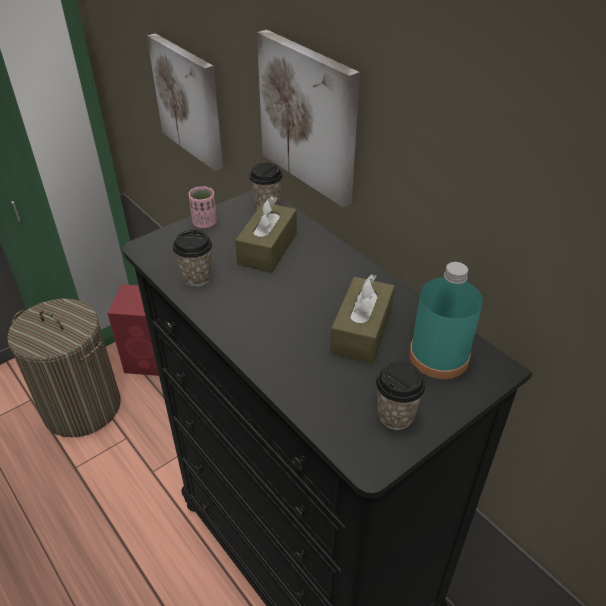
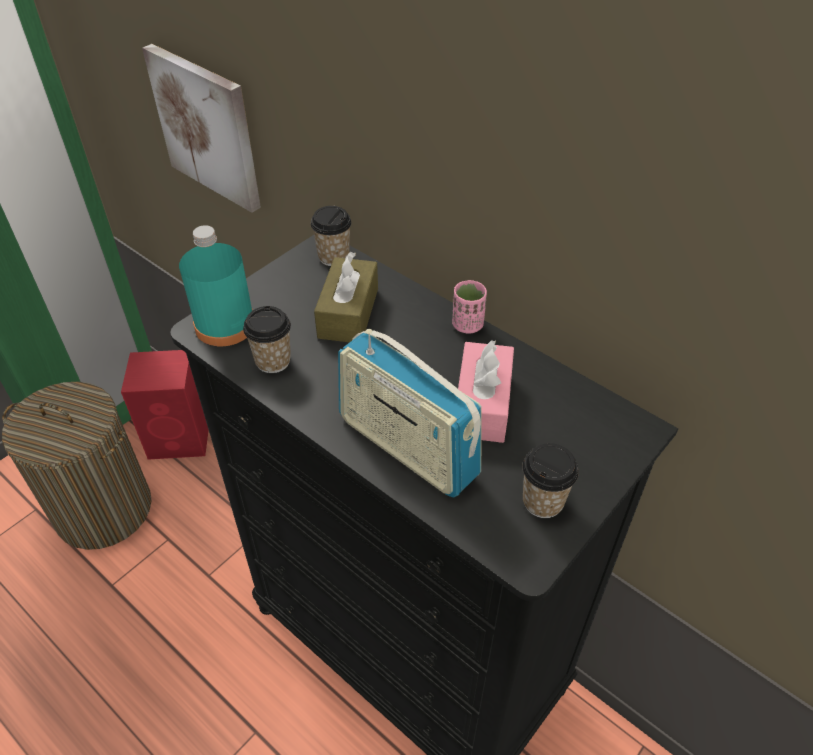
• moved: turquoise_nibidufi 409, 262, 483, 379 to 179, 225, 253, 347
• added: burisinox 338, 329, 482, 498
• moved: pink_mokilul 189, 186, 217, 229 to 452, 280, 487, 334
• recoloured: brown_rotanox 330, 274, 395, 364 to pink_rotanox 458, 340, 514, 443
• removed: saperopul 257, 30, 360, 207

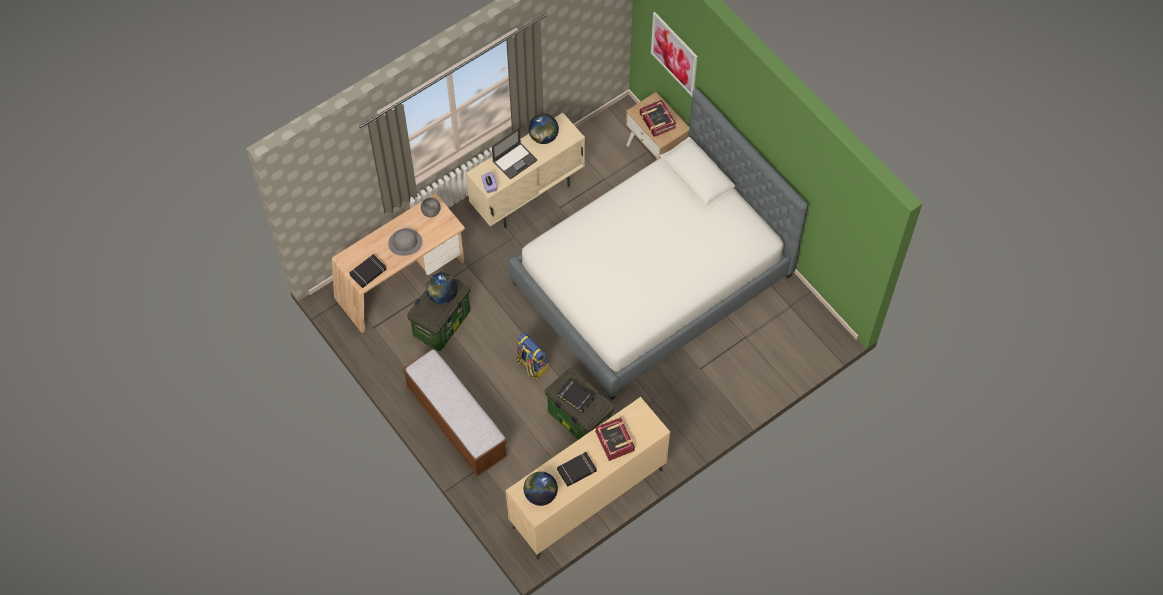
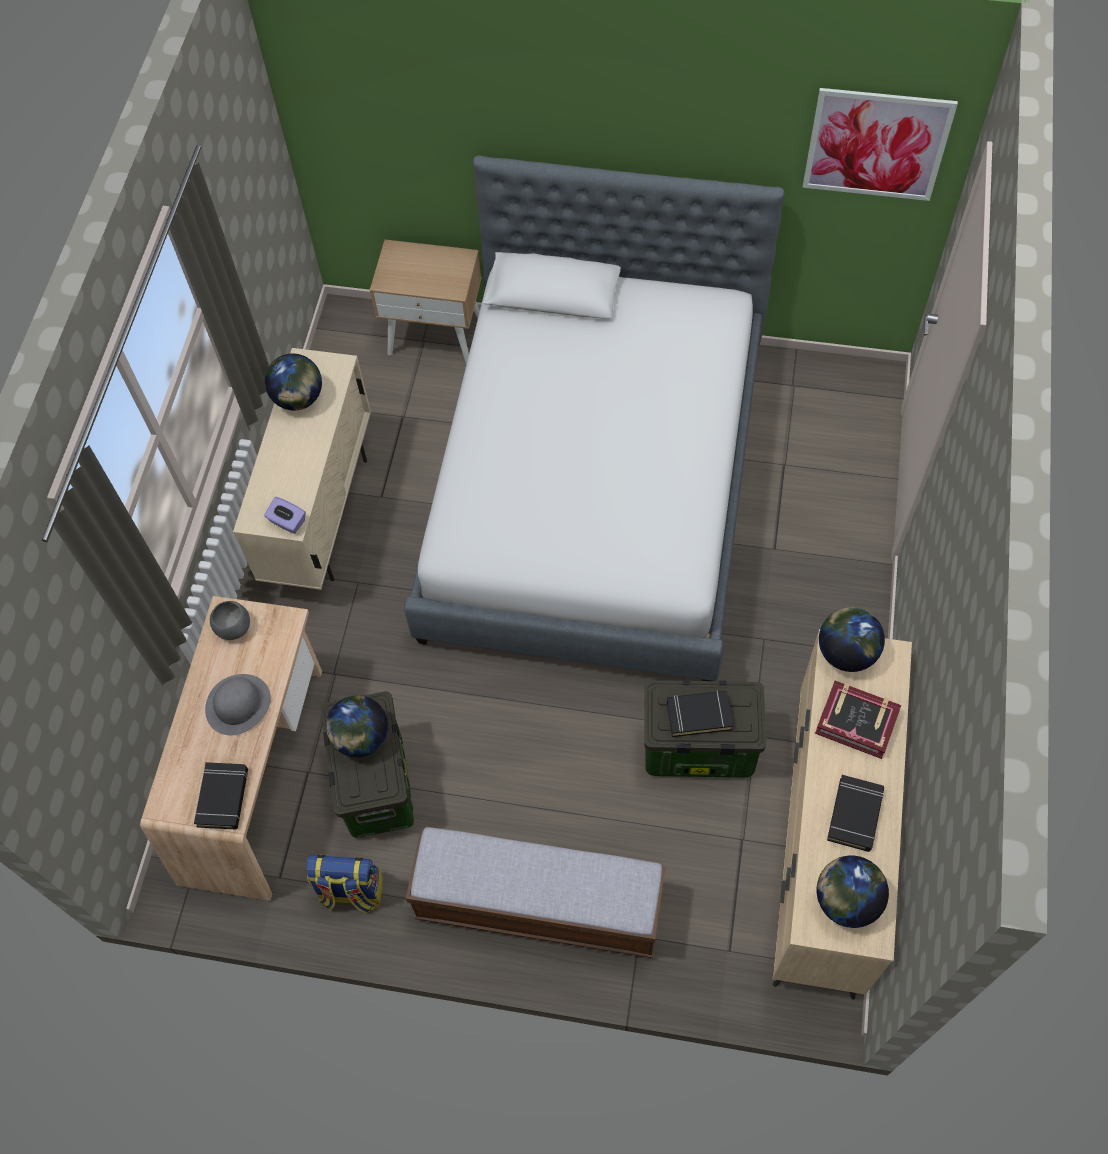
• moved: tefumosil 516, 332, 549, 379 to 306, 854, 383, 913
• moved: saperopul 651, 12, 698, 97 to 803, 88, 958, 201
• added: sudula 819, 607, 885, 672
• removed: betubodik 492, 128, 537, 180
• removed: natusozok 640, 100, 676, 137

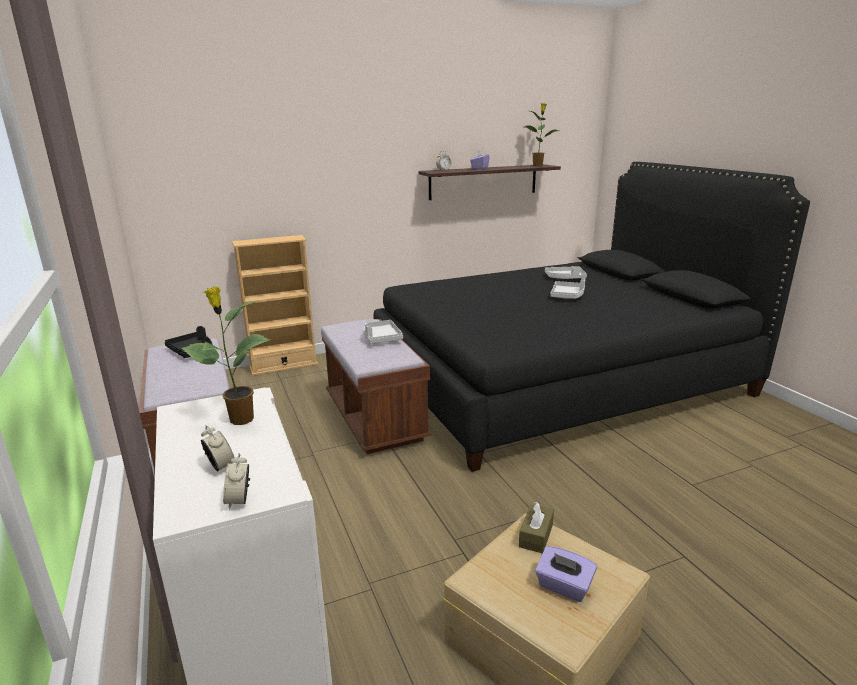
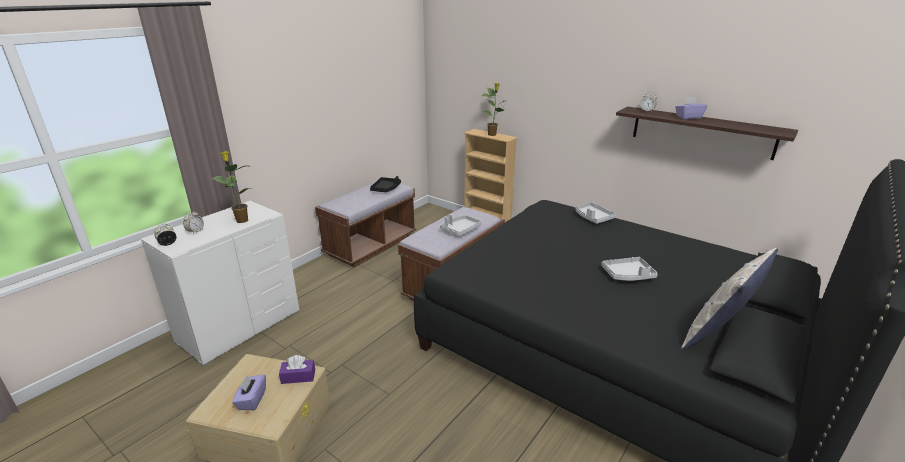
• recoloured: brown_rotanox 519, 502, 554, 554 to purple_rotanox 279, 355, 315, 384
• moved: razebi 524, 103, 558, 167 to 482, 83, 505, 136
• moved: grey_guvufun 545, 266, 587, 279 to 575, 202, 616, 224
• added: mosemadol 681, 248, 778, 350

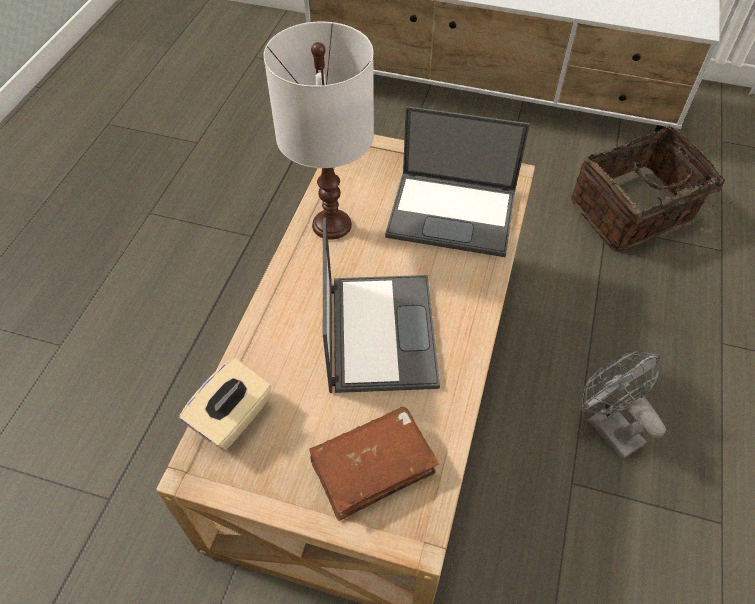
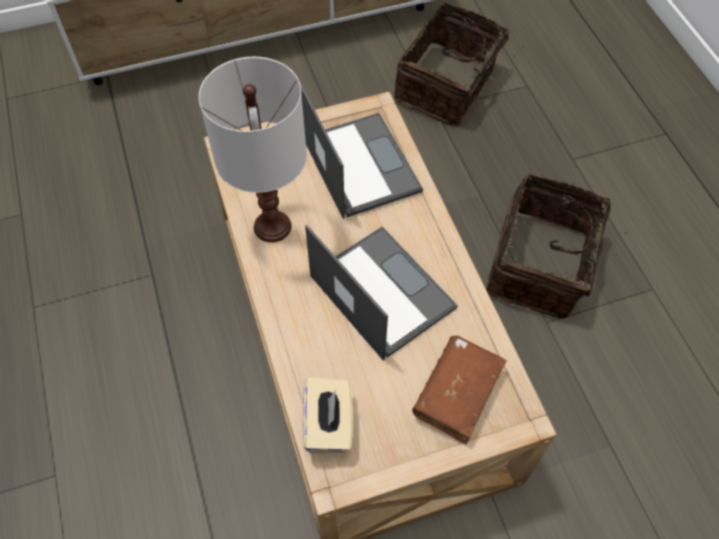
• turned: betubodik 385, 106, 530, 257 = 300, 82, 423, 219 90 degrees counterclockwise
• replaced: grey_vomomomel 581, 351, 666, 459 to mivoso 486, 174, 631, 319

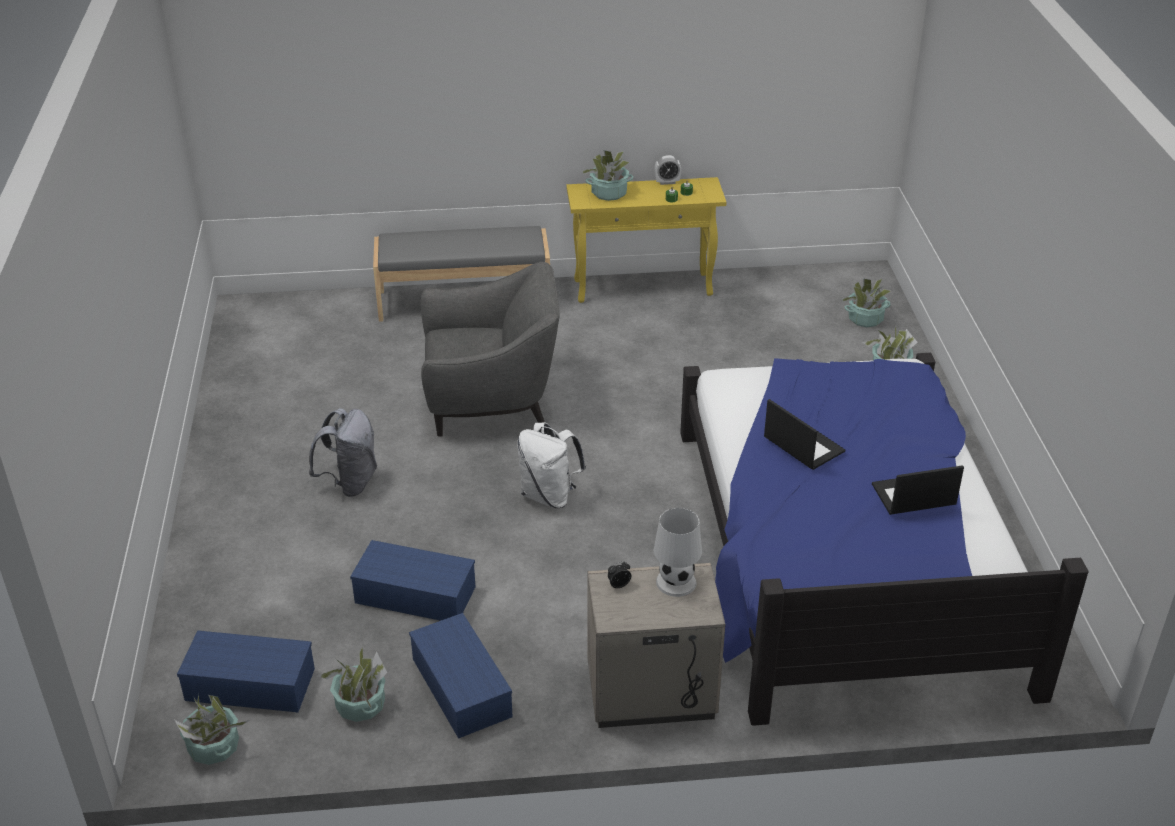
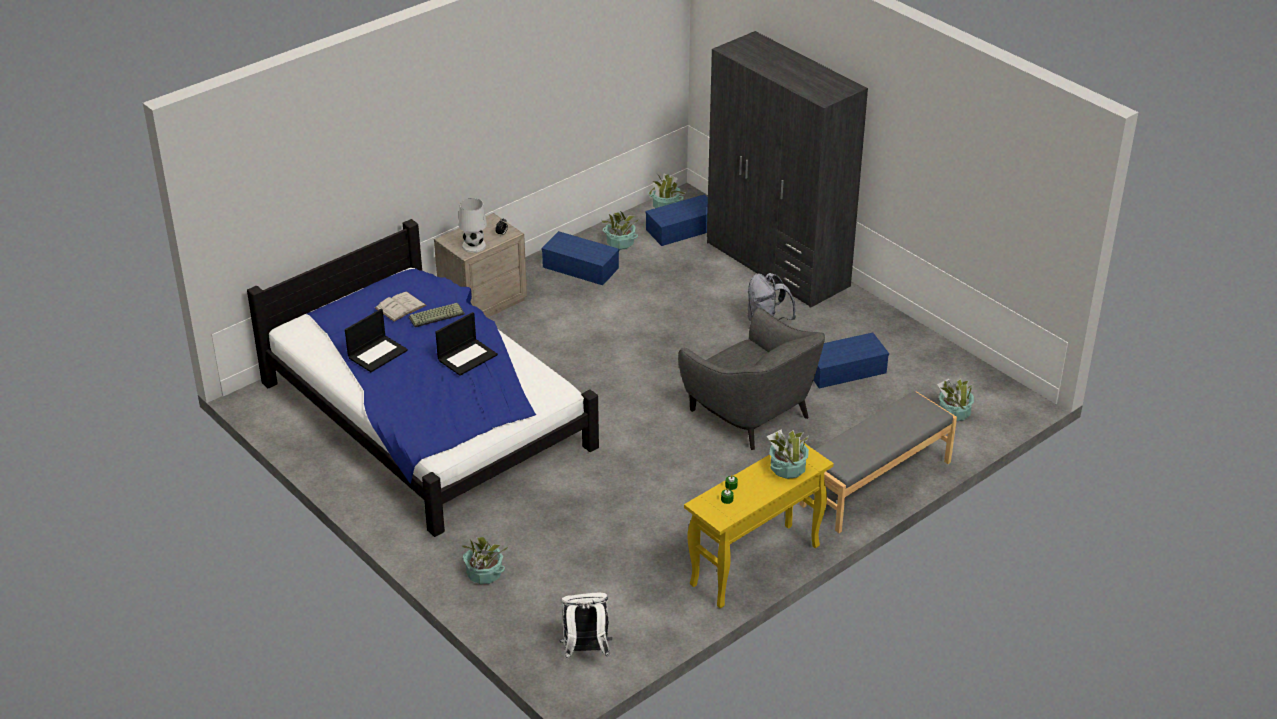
• added: white_natusozok 375, 291, 427, 322
• added: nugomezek 409, 303, 465, 327
• turned: betubodik 764, 399, 845, 470 = 435, 312, 498, 376 60 degrees counterclockwise
• moved: white_tefumosil 517, 422, 586, 508 to 559, 593, 612, 659
• turned: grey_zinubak 420, 262, 560, 437 = 678, 308, 825, 450 90 degrees counterclockwise
• added: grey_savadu 707, 31, 868, 308
• moved: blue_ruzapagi 350, 540, 475, 621 to 813, 332, 889, 388
• moved: razebi 842, 278, 891, 327 to 937, 378, 974, 421
• removed: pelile 654, 155, 681, 185

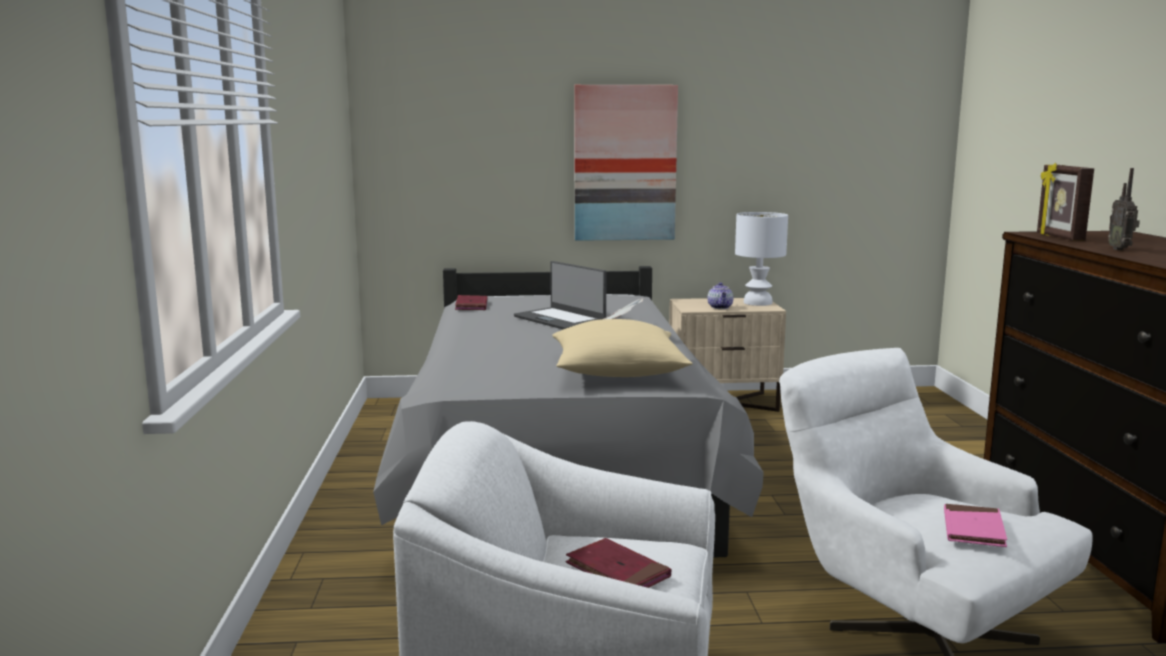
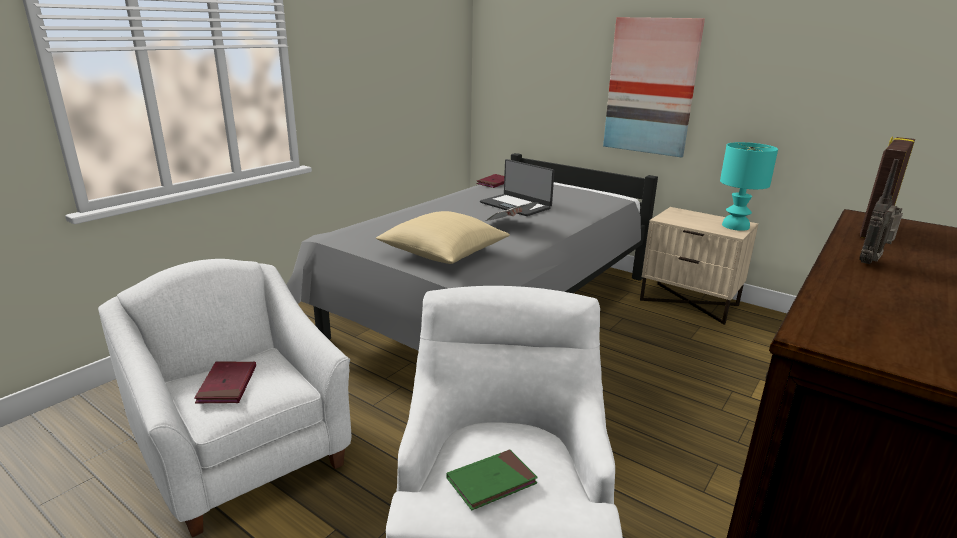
• recoloured: pink_natusozok 944, 504, 1007, 547 to green_natusozok 447, 450, 538, 510
• turned: betubodik 514, 261, 606, 329 = 480, 159, 555, 216 45 degrees counterclockwise
• recoloured: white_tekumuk 735, 212, 788, 306 to turquoise_tekumuk 720, 142, 778, 231
• removed: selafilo 707, 282, 733, 309

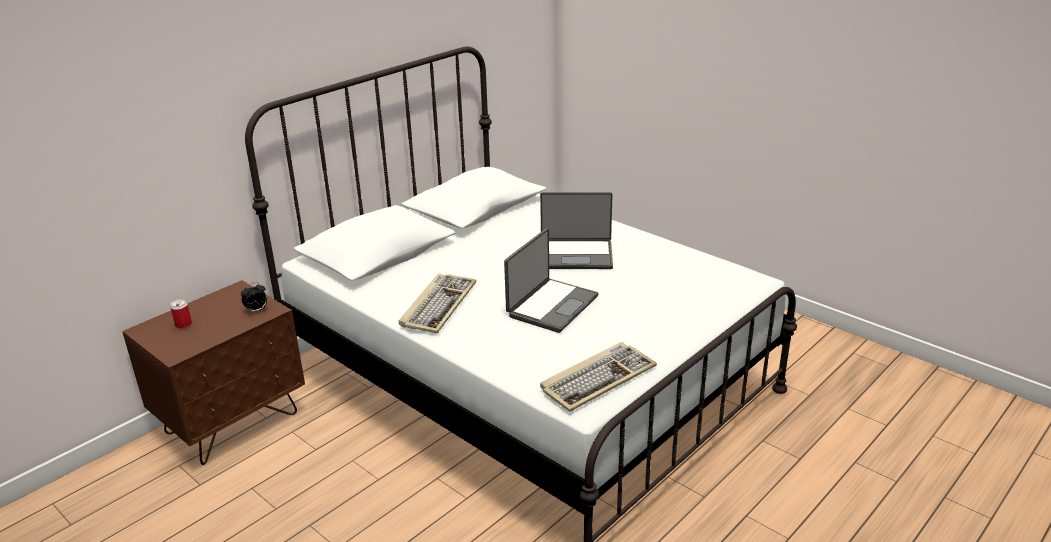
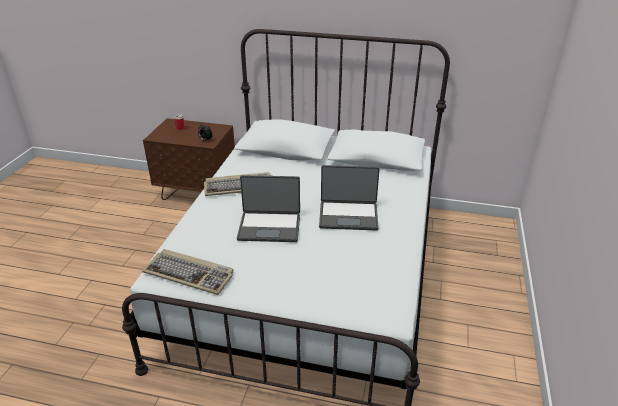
• turned: betubodik 540, 192, 613, 269 = 319, 165, 380, 230 60 degrees counterclockwise

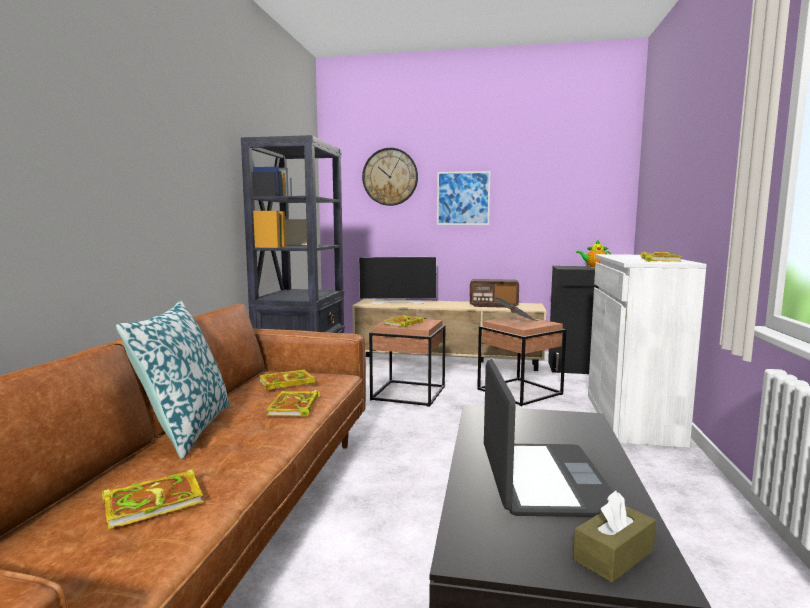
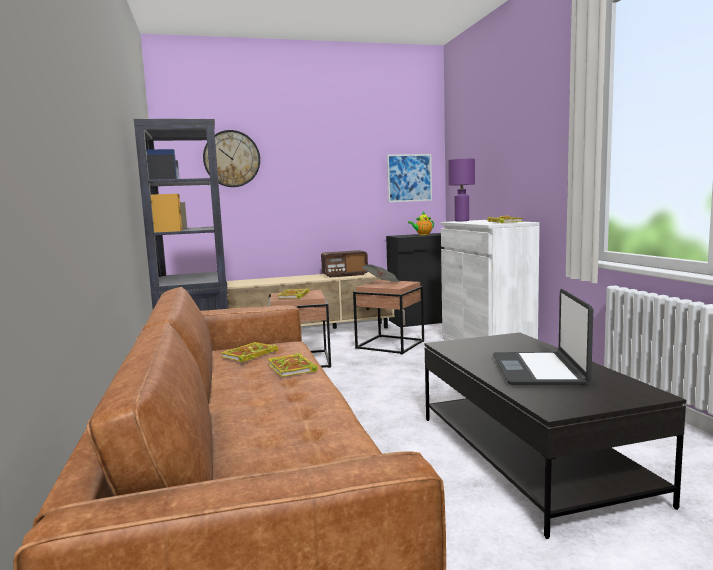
• moved: saperopul 437, 171, 491, 225 to 387, 154, 432, 202
• added: purple_tekumuk 448, 159, 475, 221
• turned: betubodik 484, 359, 613, 517 = 493, 289, 593, 385 150 degrees counterclockwise
• removed: natusozok 102, 468, 203, 529
• removed: mosemadol 116, 301, 230, 459
• removed: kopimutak 359, 257, 437, 304
• removed: brown_rotanox 573, 491, 656, 583

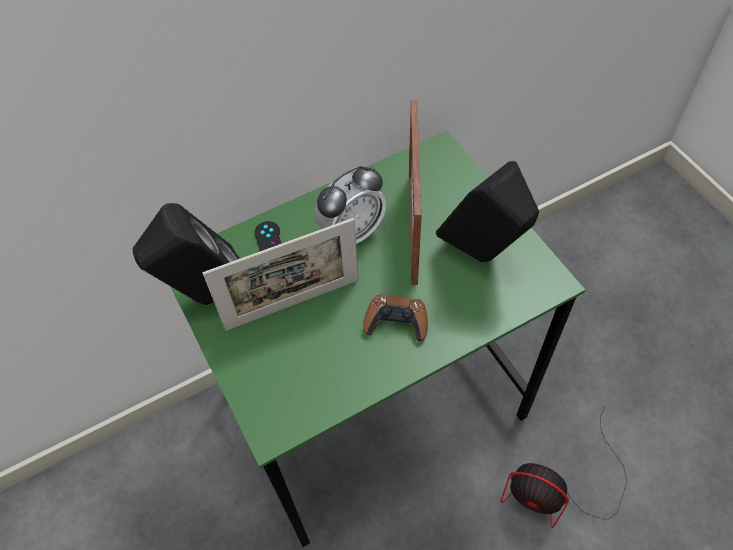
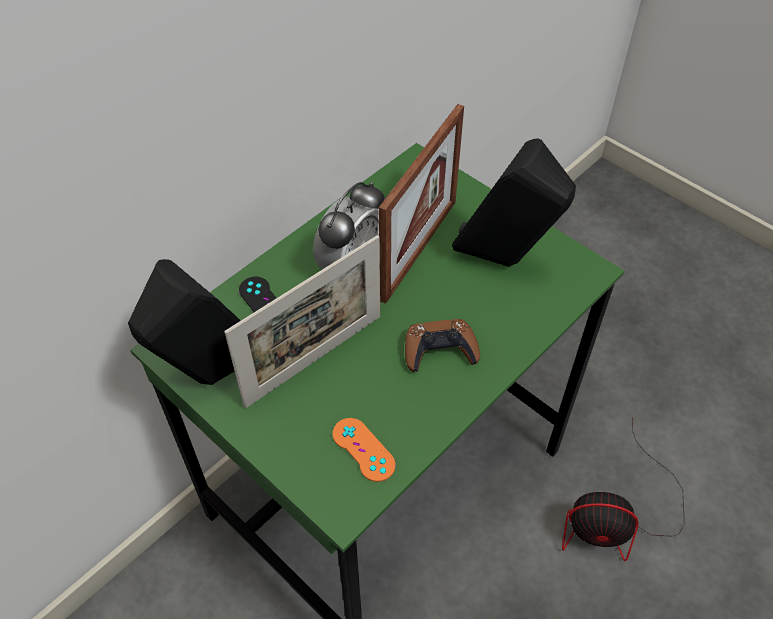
• added: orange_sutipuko 332, 418, 396, 482
• turned: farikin 409, 100, 422, 285 = 379, 104, 464, 304 135 degrees counterclockwise

